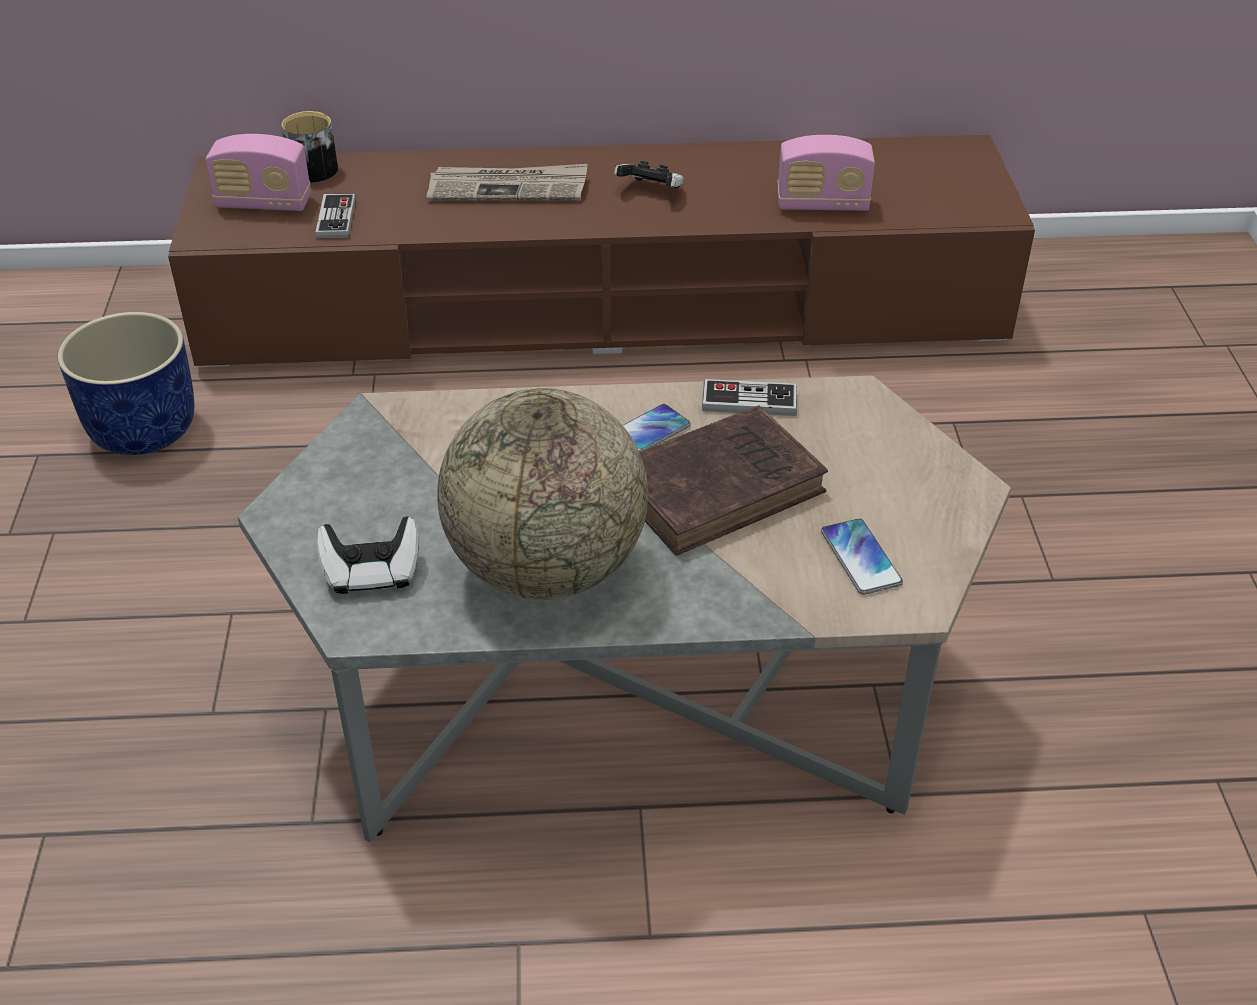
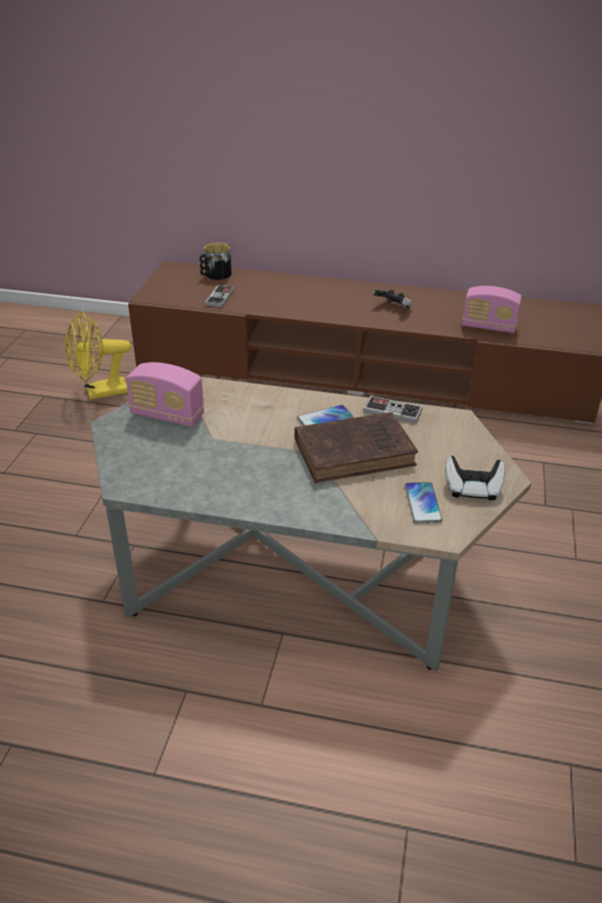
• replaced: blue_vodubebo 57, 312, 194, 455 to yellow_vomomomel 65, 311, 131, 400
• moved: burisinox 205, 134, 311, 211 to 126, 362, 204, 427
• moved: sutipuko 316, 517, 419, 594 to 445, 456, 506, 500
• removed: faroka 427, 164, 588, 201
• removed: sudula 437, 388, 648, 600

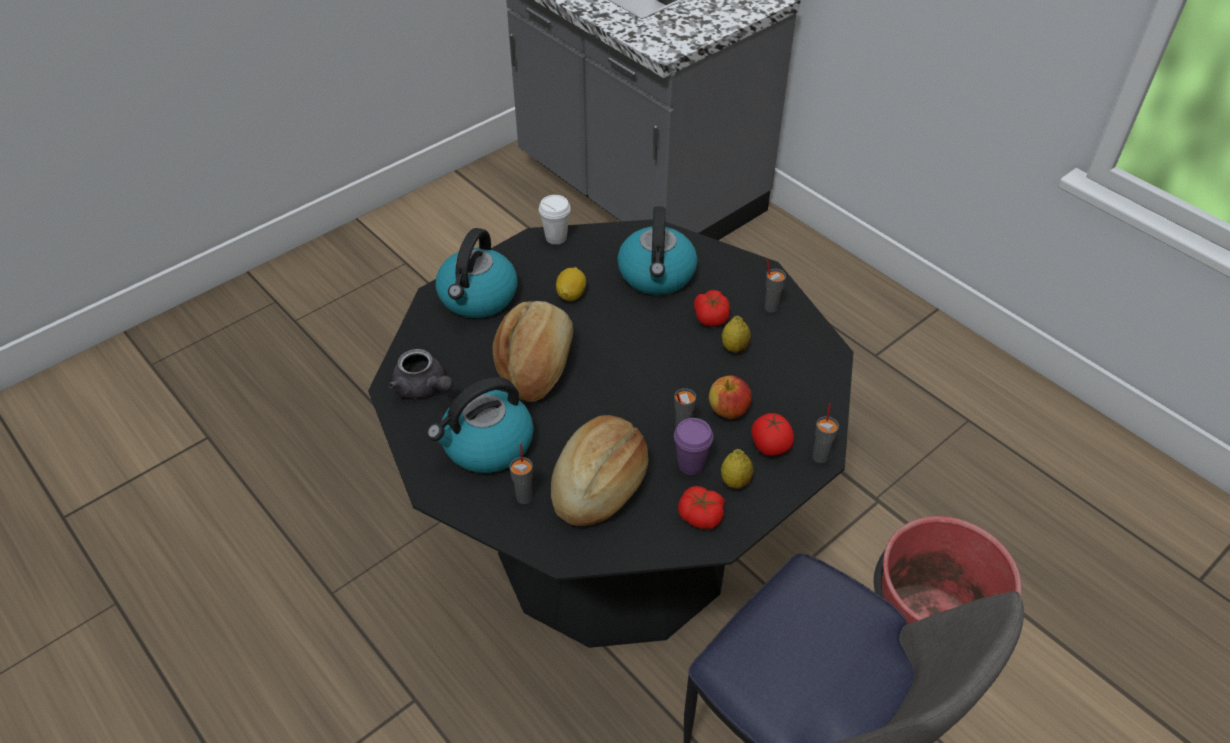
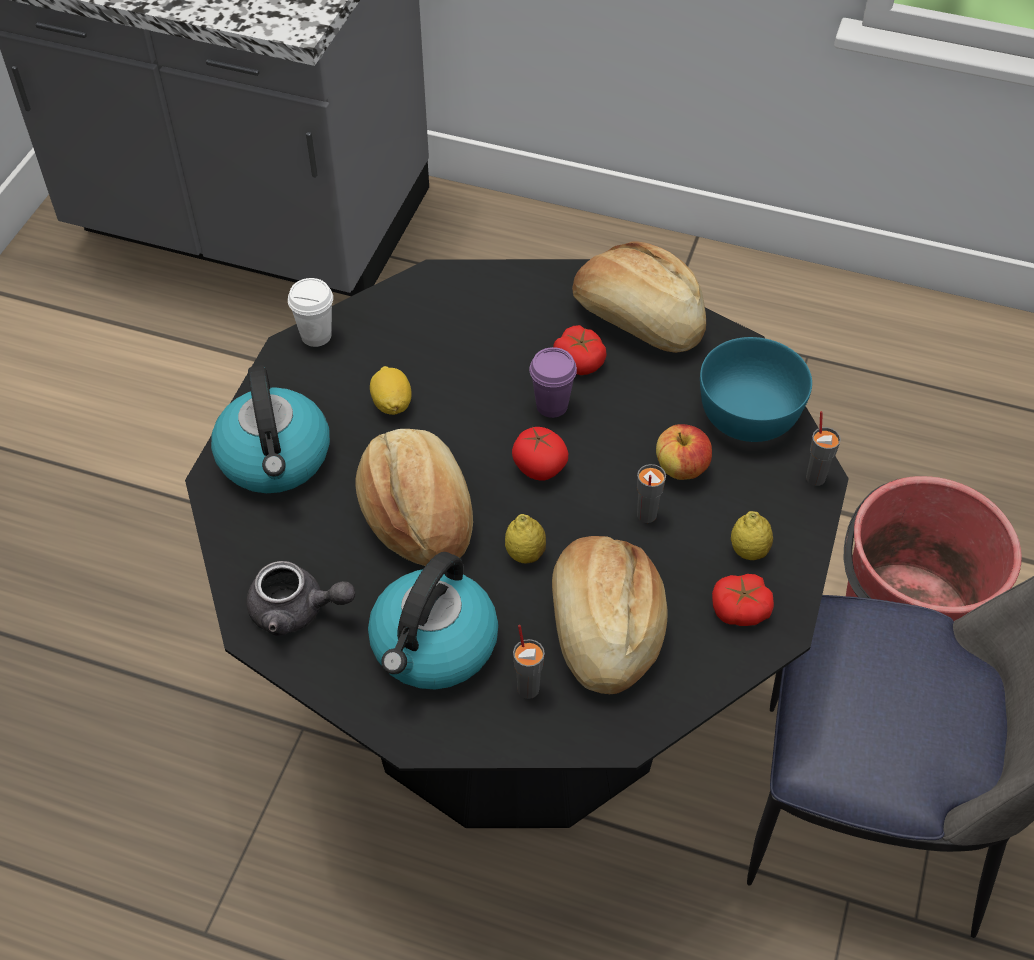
• moved: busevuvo 722, 316, 751, 353 to 505, 514, 546, 564
• moved: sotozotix 751, 413, 794, 456 to 512, 427, 568, 481
• moved: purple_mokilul 674, 418, 713, 475 to 529, 347, 577, 418
• replaced: grey_mokilul 764, 259, 786, 313 to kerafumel 572, 241, 706, 353
• added: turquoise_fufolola 700, 337, 812, 442
• removed: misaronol 617, 206, 698, 295

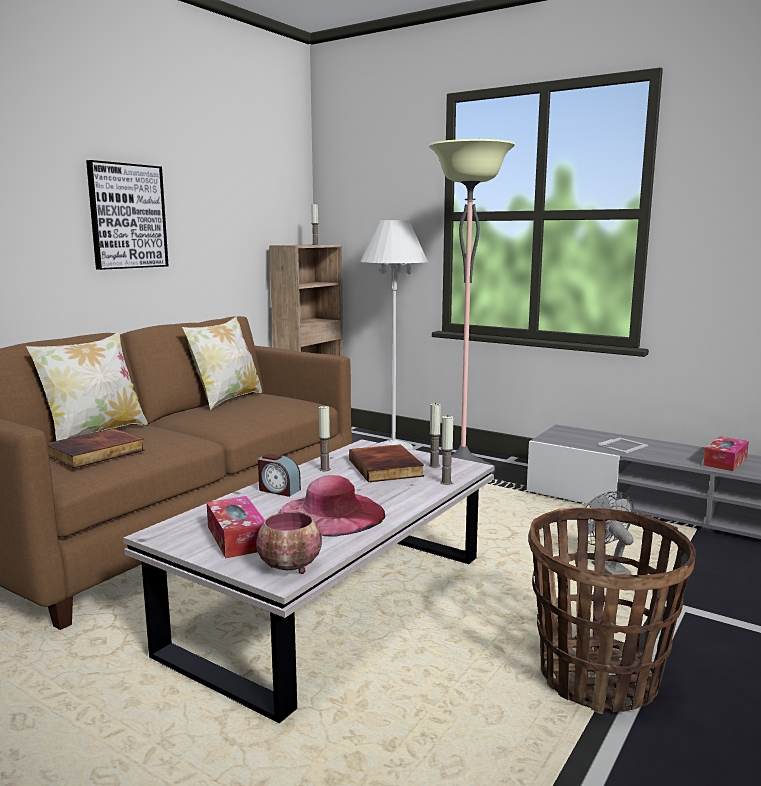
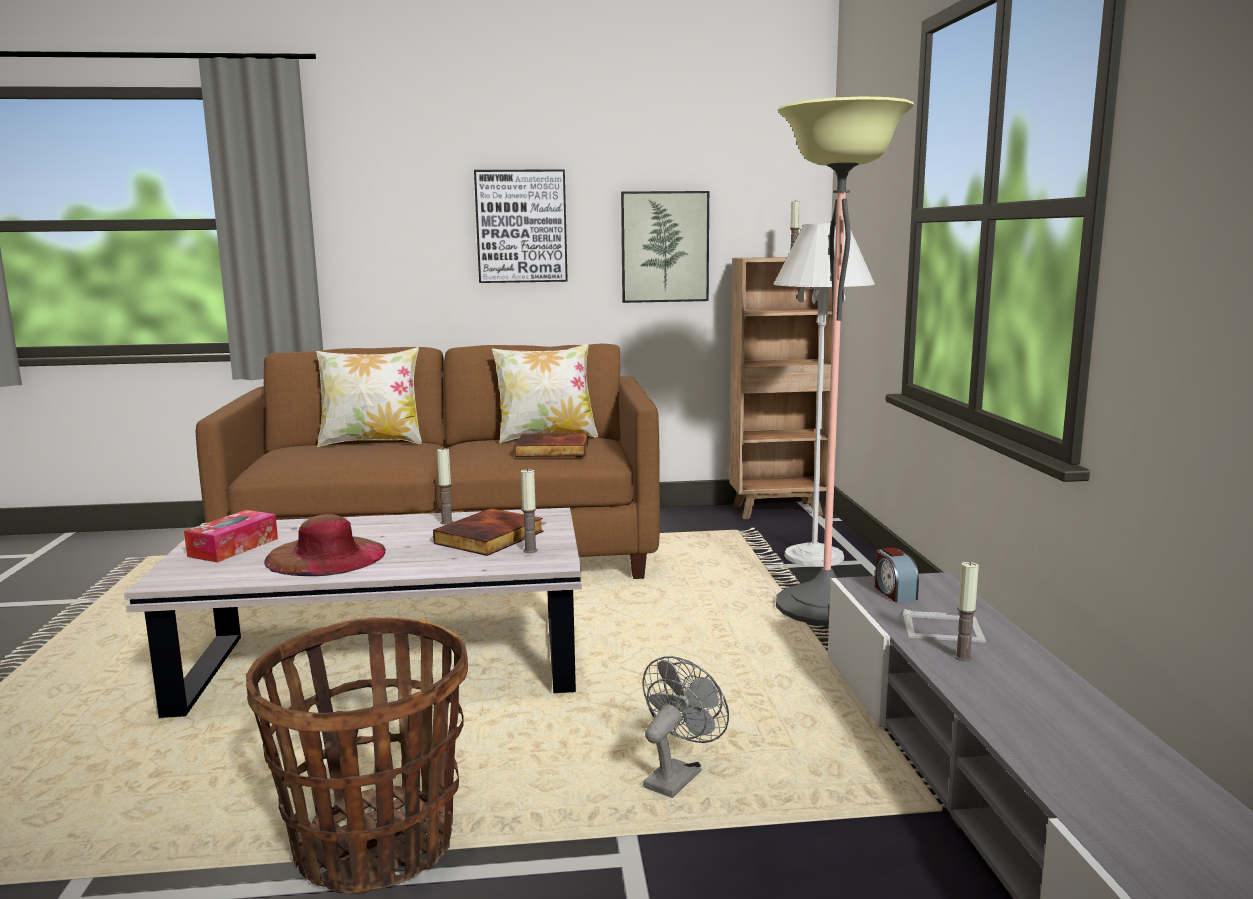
• recoloured: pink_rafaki 279, 475, 385, 537 to brown_rafaki 264, 514, 386, 576
• moved: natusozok 47, 428, 145, 468 to 515, 433, 588, 457
• added: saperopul 621, 191, 709, 303
• moved: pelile 258, 453, 301, 497 to 875, 547, 919, 602
• moved: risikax 441, 416, 453, 485 to 954, 562, 979, 661
• removed: fufolola 256, 512, 322, 574
• removed: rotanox 703, 436, 749, 471

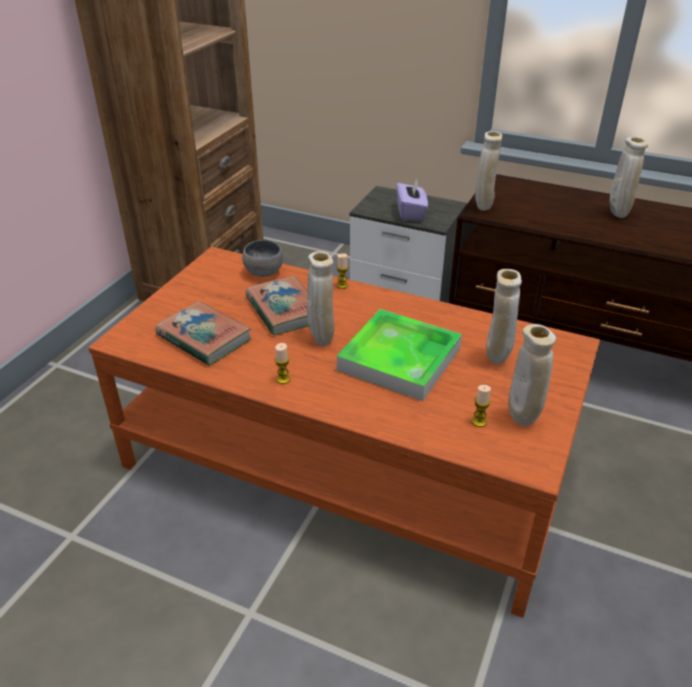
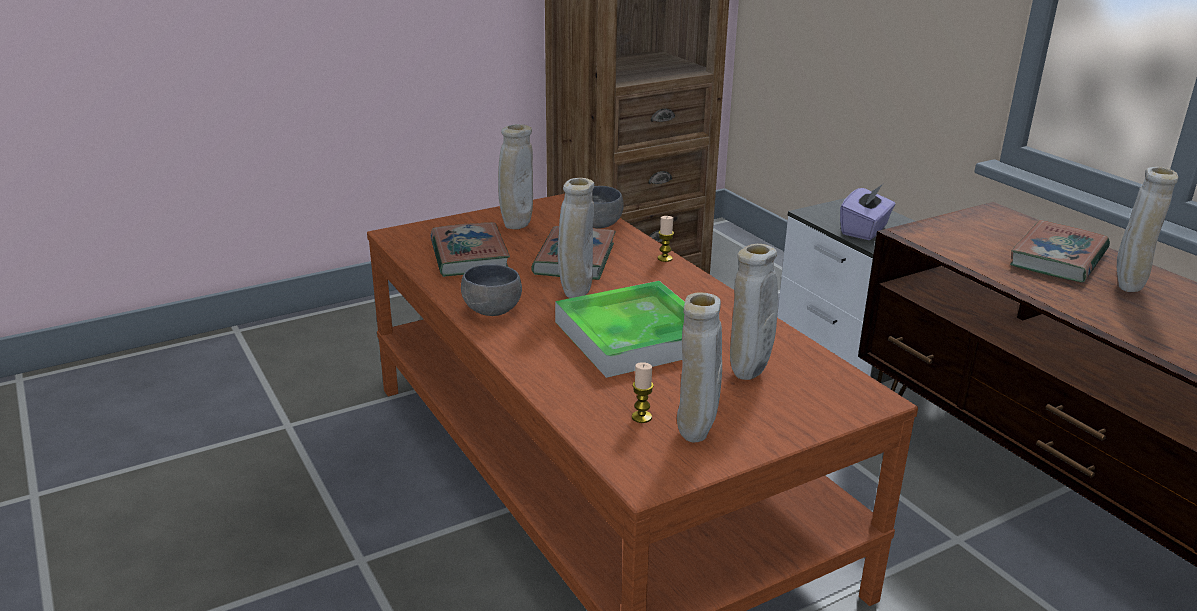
• replaced: risikax 275, 343, 290, 384 to grey_fufolola 461, 264, 522, 316
• moved: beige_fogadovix 475, 131, 502, 211 to 498, 124, 533, 229
• added: natusozok 1010, 220, 1110, 282

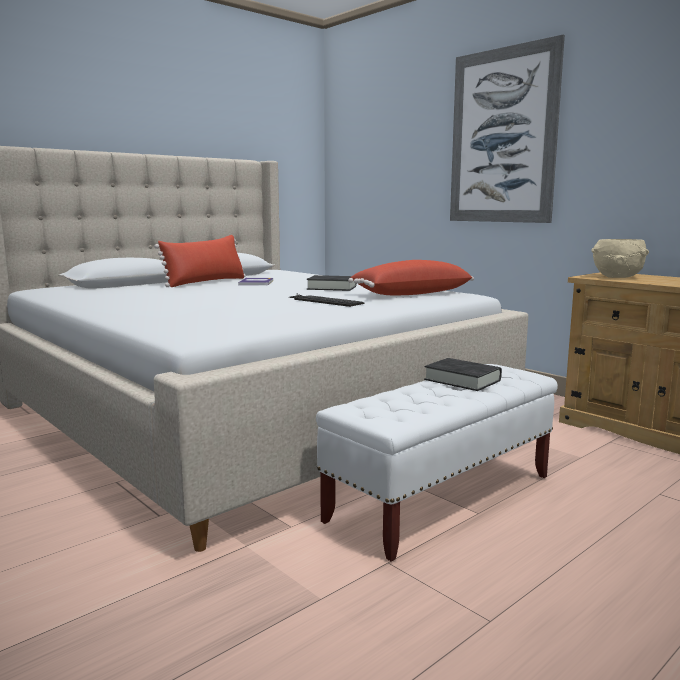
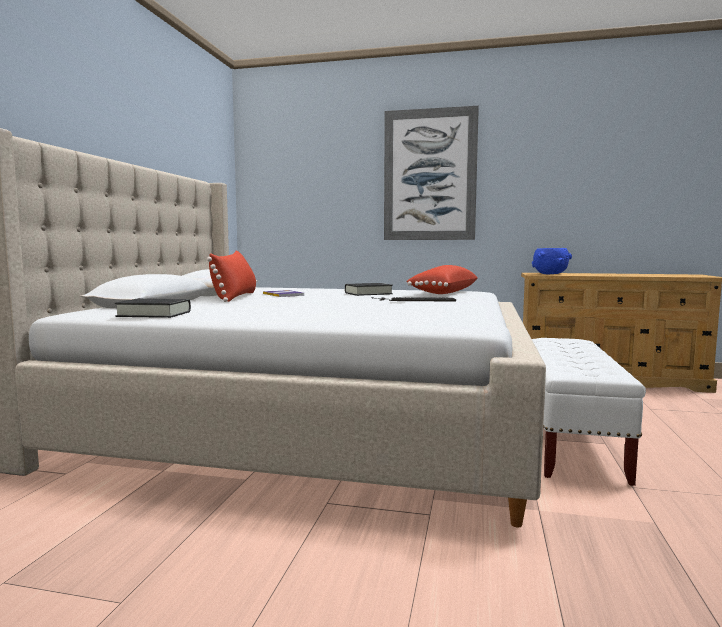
• moved: black_natusozok 424, 358, 502, 391 to 115, 299, 191, 318
• recoloured: beige_fufolola 591, 239, 649, 278 to blue_fufolola 532, 248, 572, 274

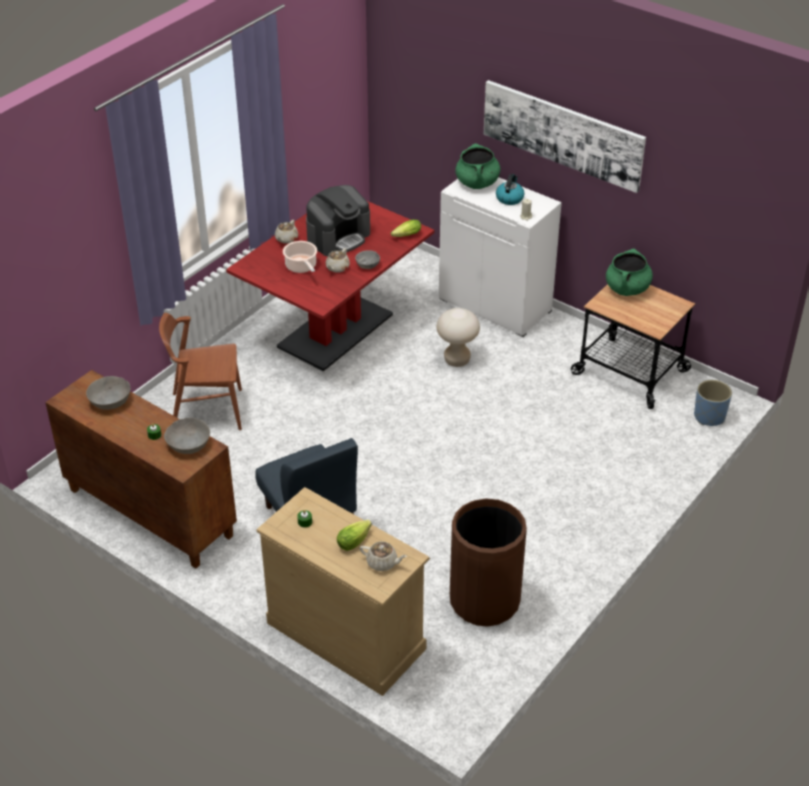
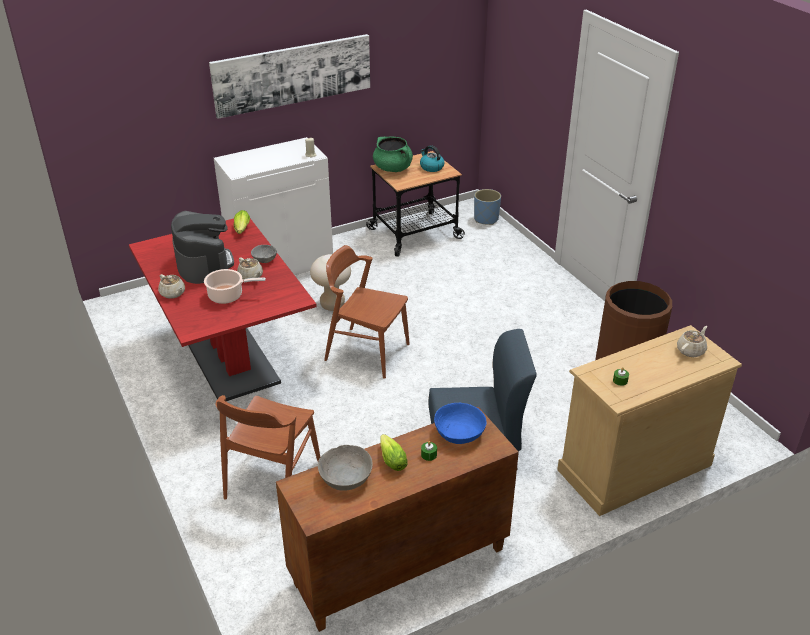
• added: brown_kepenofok 324, 245, 410, 379
• moved: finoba 337, 520, 372, 551 to 380, 434, 408, 471
• moved: misaronol 496, 174, 524, 205 to 420, 145, 445, 172
• recoloured: grey_fufolola 164, 417, 210, 454 to blue_fufolola 434, 403, 487, 444
• removed: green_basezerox 455, 143, 500, 189

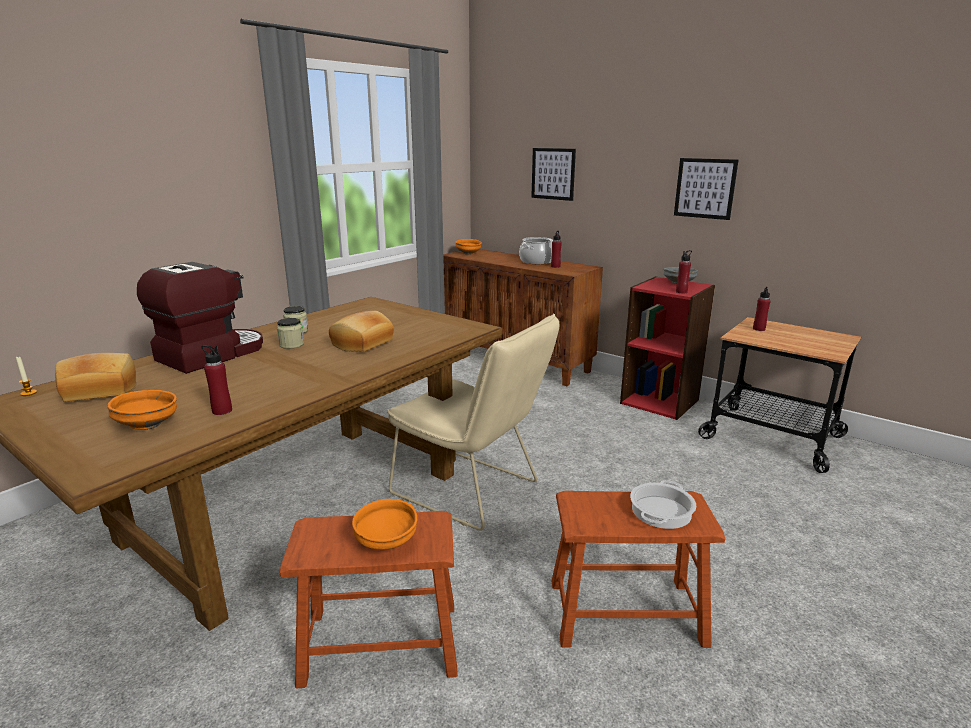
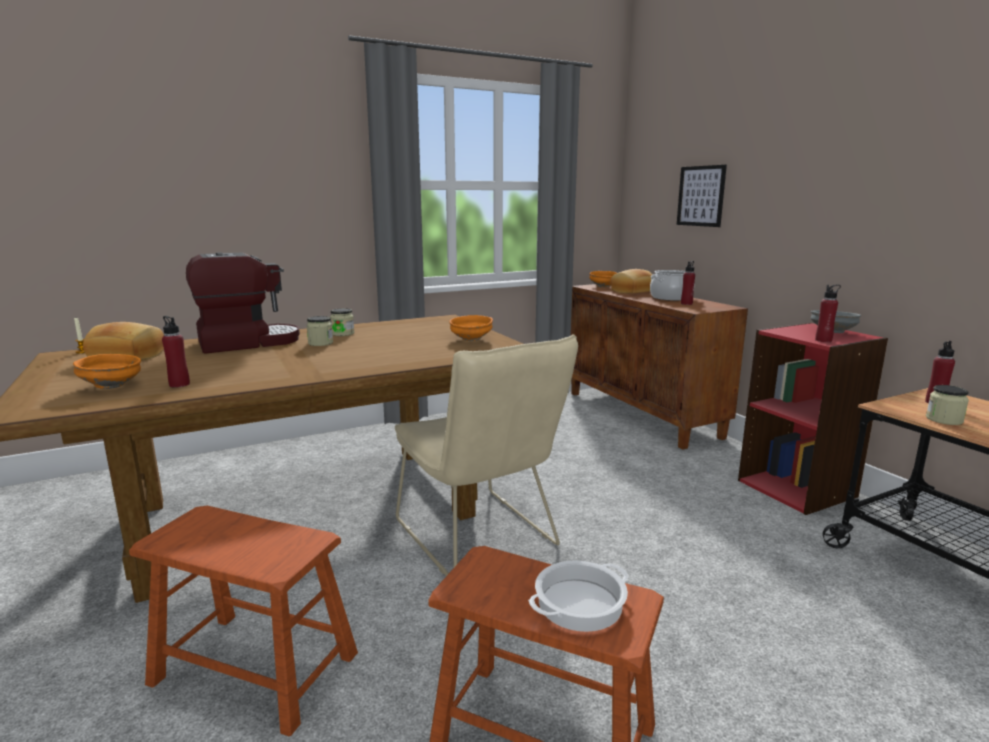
• moved: orange_fufolola 352, 499, 417, 550 to 449, 315, 493, 341
• moved: kerafumel 329, 311, 394, 352 to 610, 269, 653, 294
• added: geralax 926, 385, 969, 425
• removed: saperopul 674, 158, 739, 220

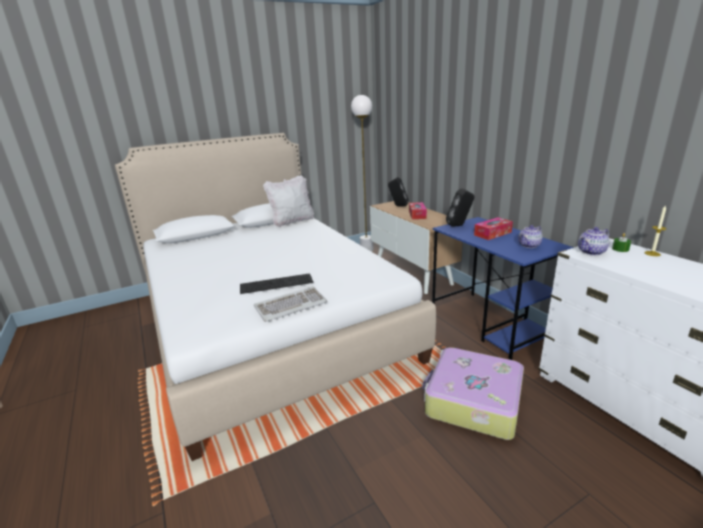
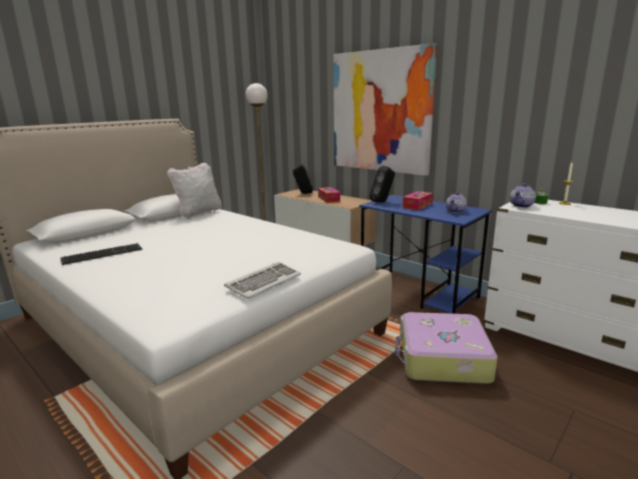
• moved: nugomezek 240, 273, 313, 294 to 60, 243, 142, 265
• added: saperopul 333, 43, 437, 176

